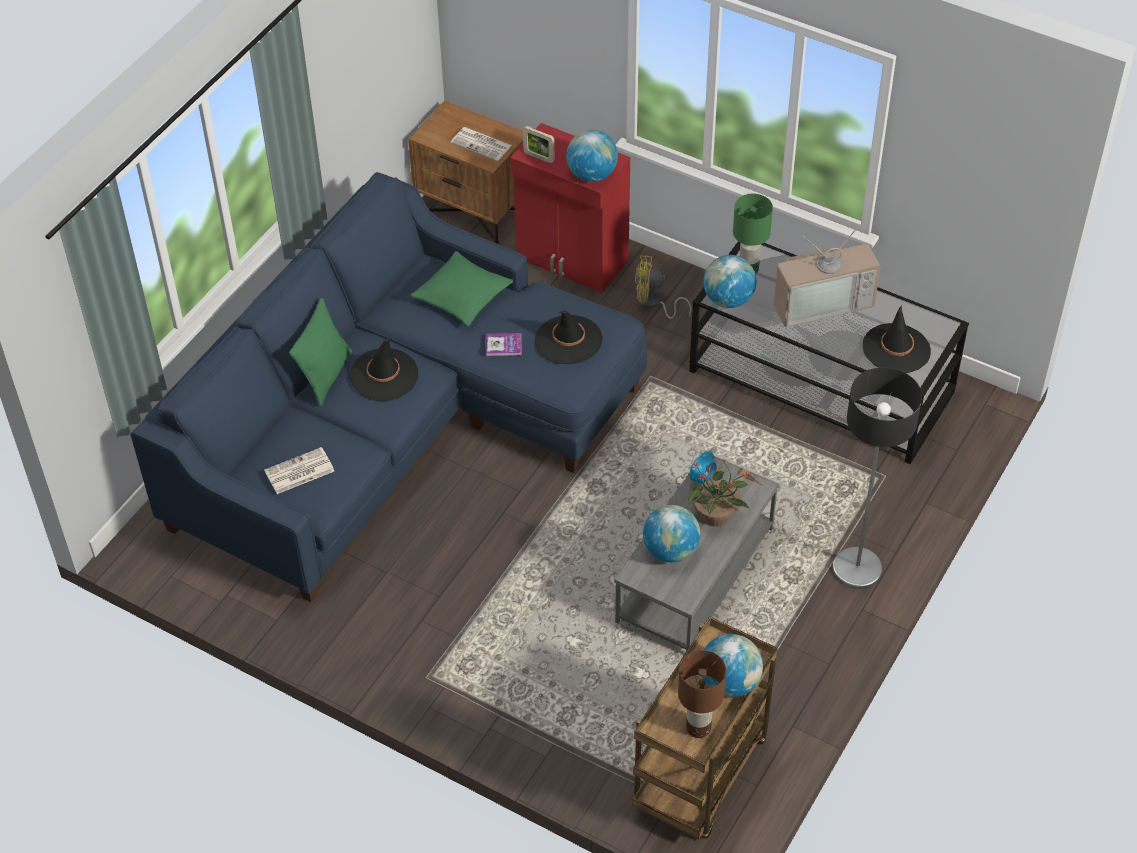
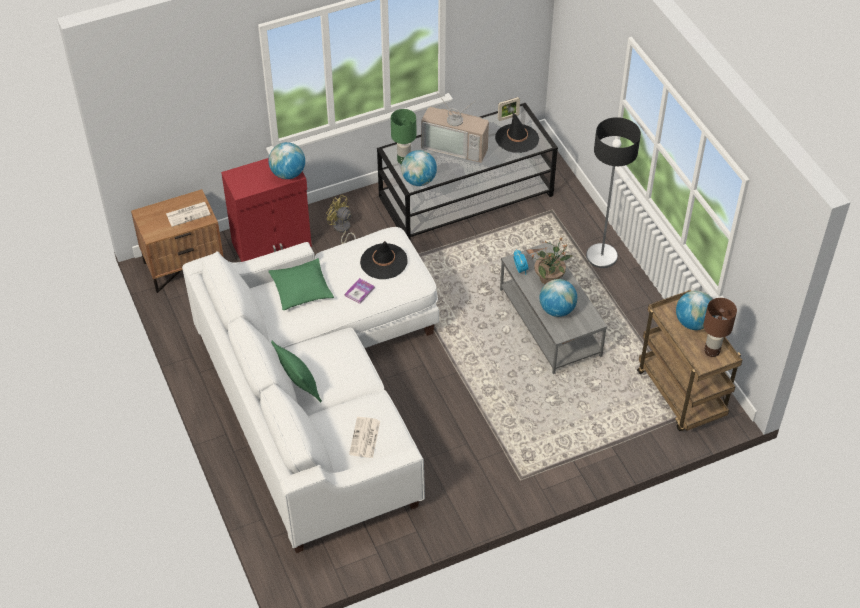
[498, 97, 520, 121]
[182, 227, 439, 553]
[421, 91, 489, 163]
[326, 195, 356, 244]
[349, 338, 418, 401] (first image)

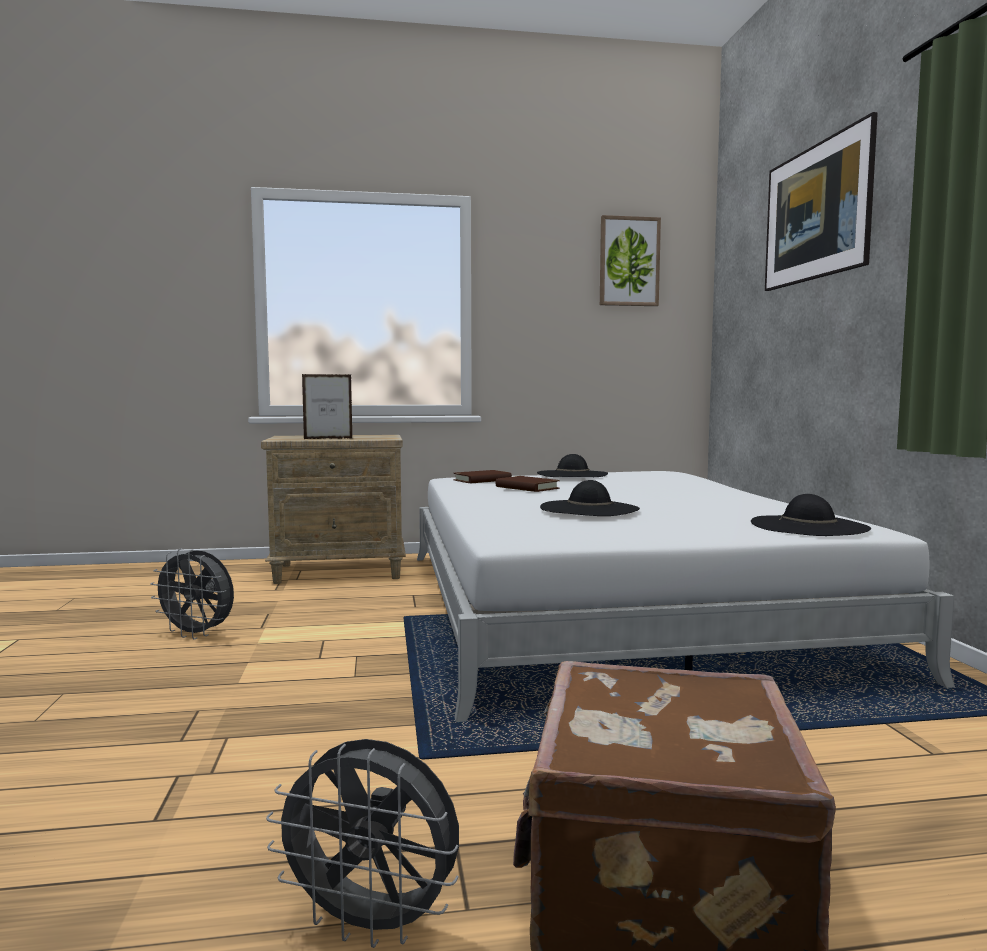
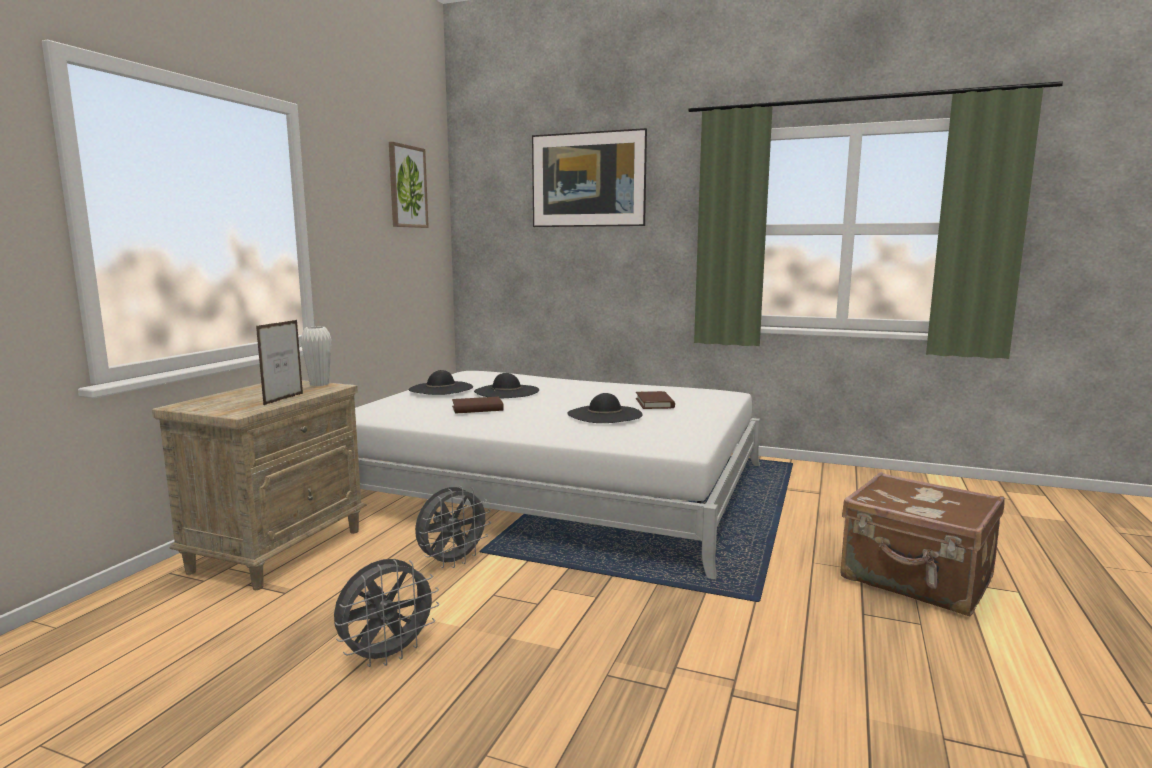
[636, 391, 675, 409]
[474, 373, 539, 398]
[415, 486, 491, 568]
[301, 327, 332, 386]

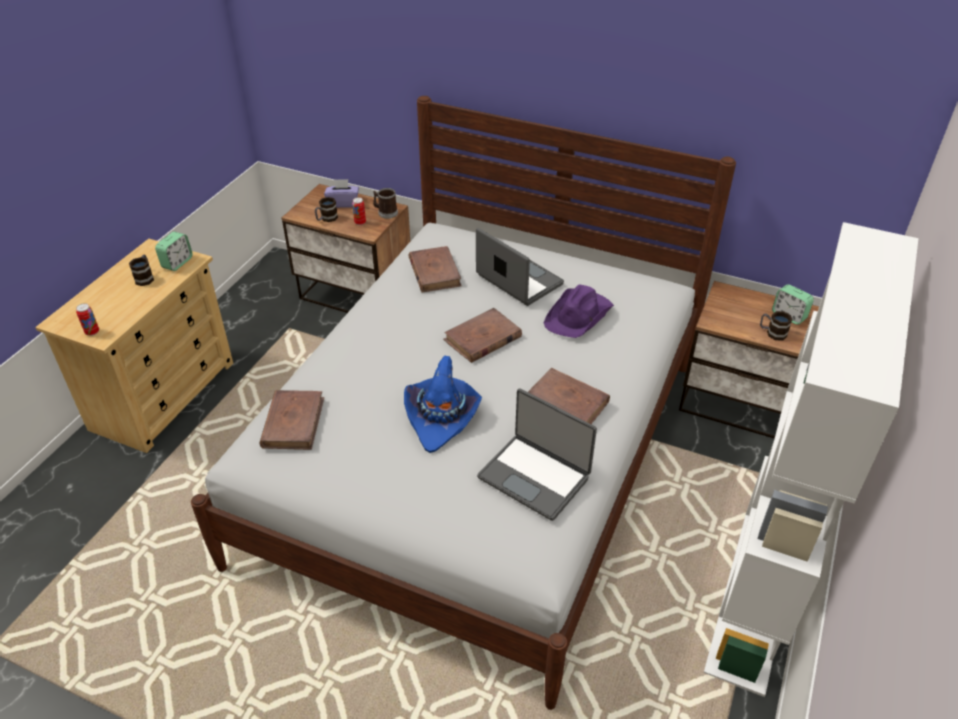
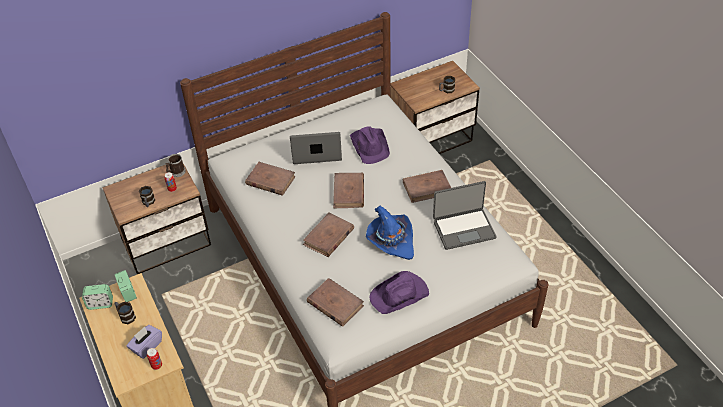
[126, 325, 162, 359]
[704, 222, 918, 697] (first image)
[82, 284, 113, 310]
[303, 213, 354, 257]
[369, 271, 429, 314]

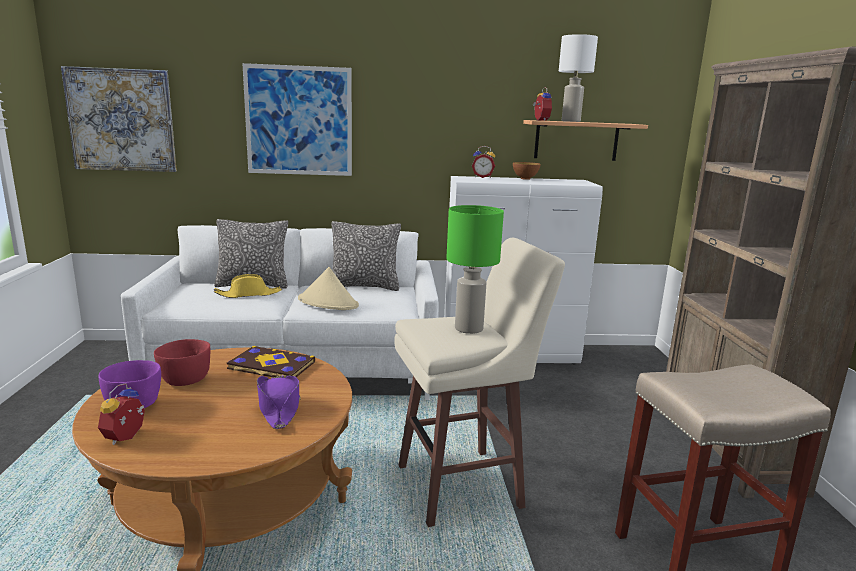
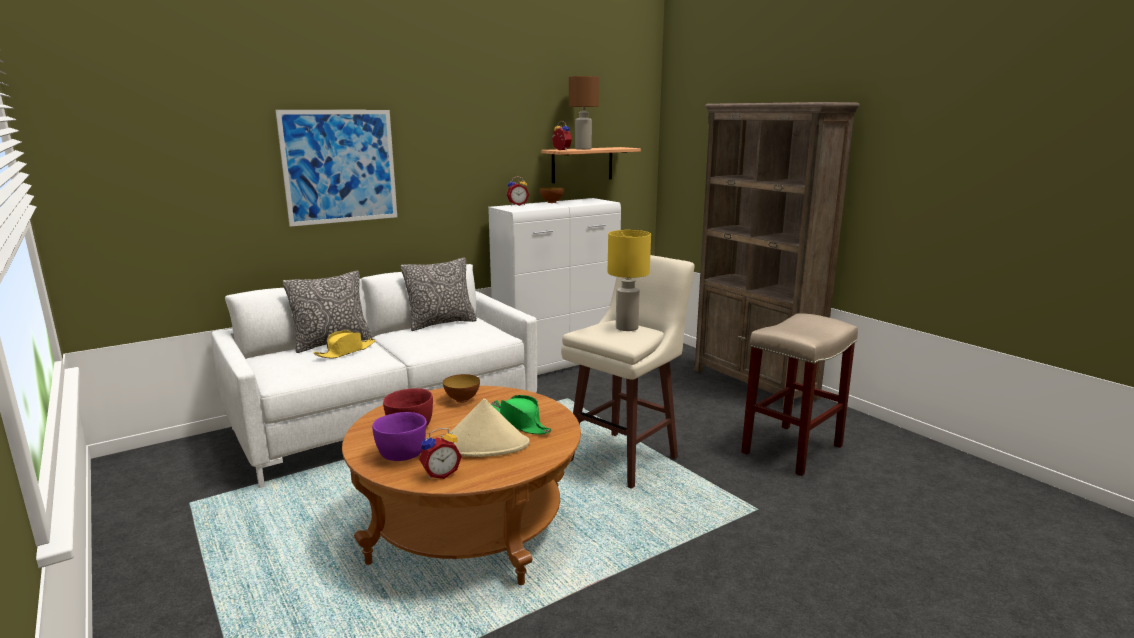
[569, 76, 599, 150]
[61, 66, 177, 172] (first image)
[608, 230, 651, 331]
[450, 398, 530, 457]
[443, 374, 480, 403]
[491, 395, 552, 434]
[419, 428, 462, 479]

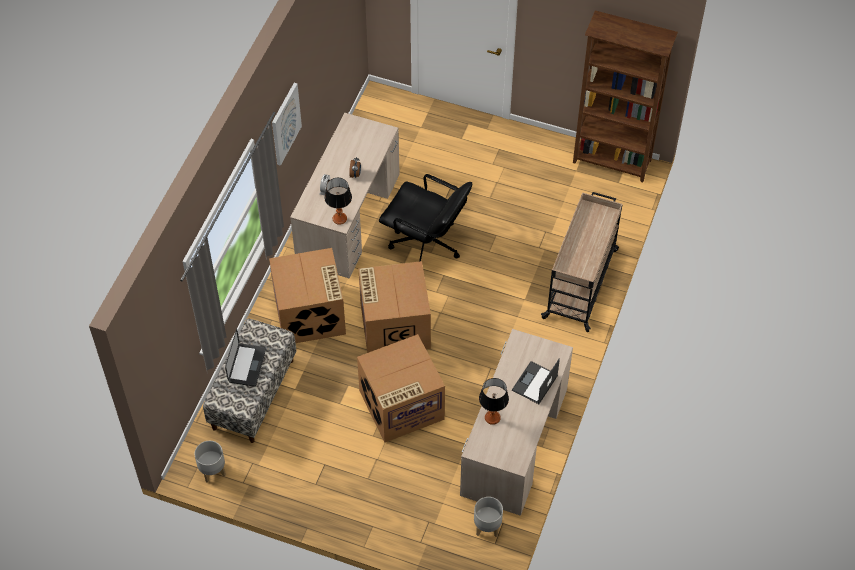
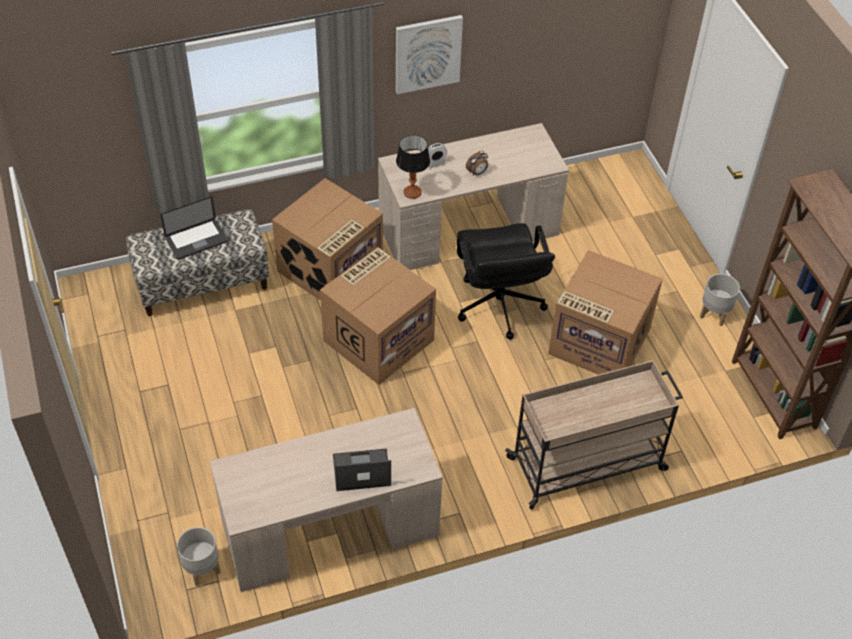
[548, 250, 663, 375]
[479, 378, 509, 425] (first image)
[700, 274, 740, 326]

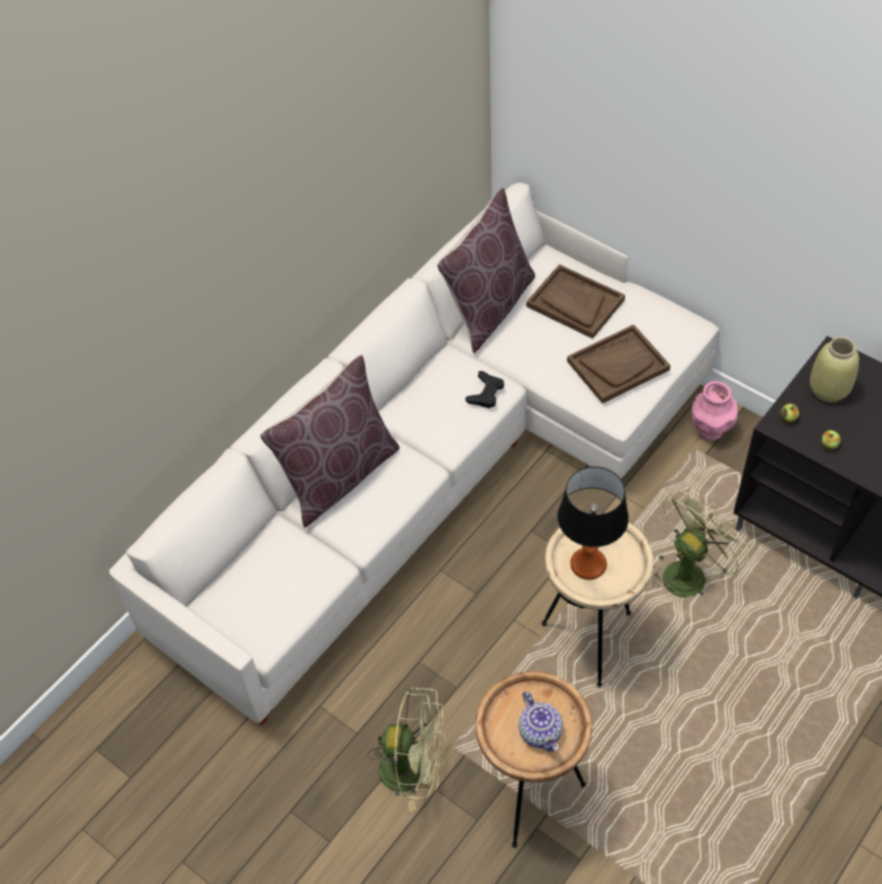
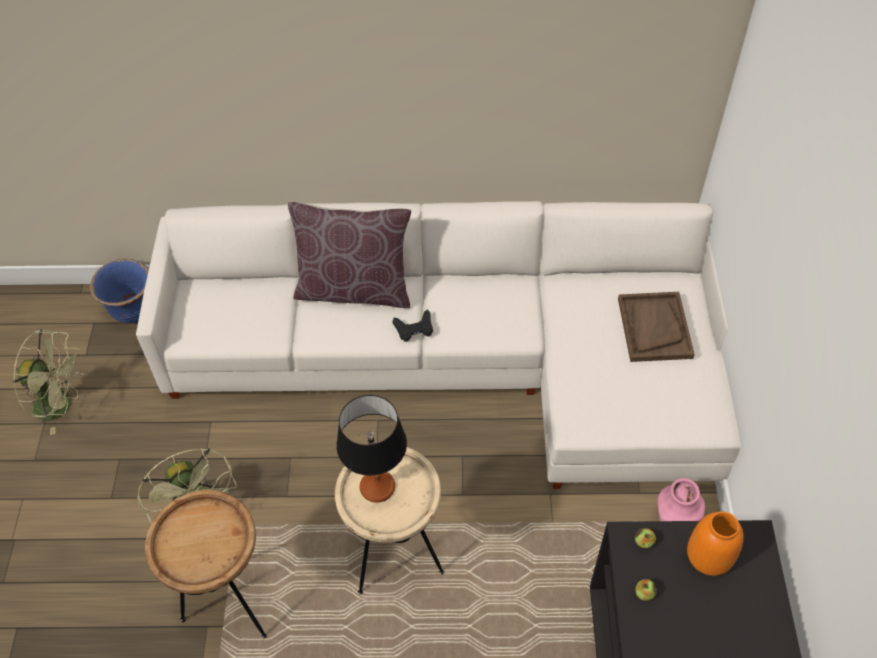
[437, 188, 535, 353] (first image)
[567, 324, 670, 404] (first image)
[687, 512, 744, 576]
[392, 309, 433, 342]
[13, 329, 83, 435]
[518, 691, 563, 752] (first image)
[90, 259, 149, 323]

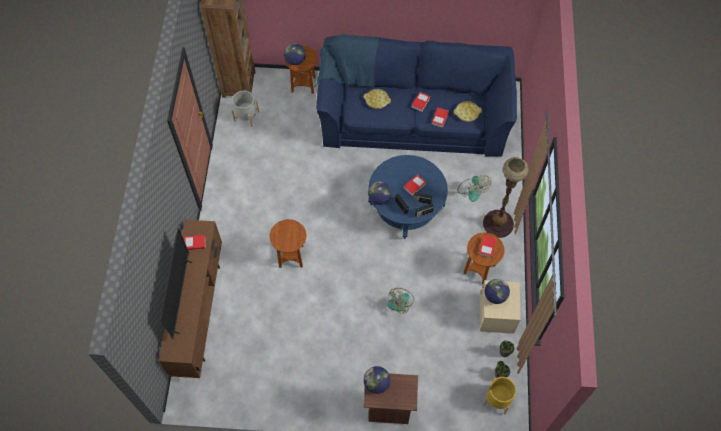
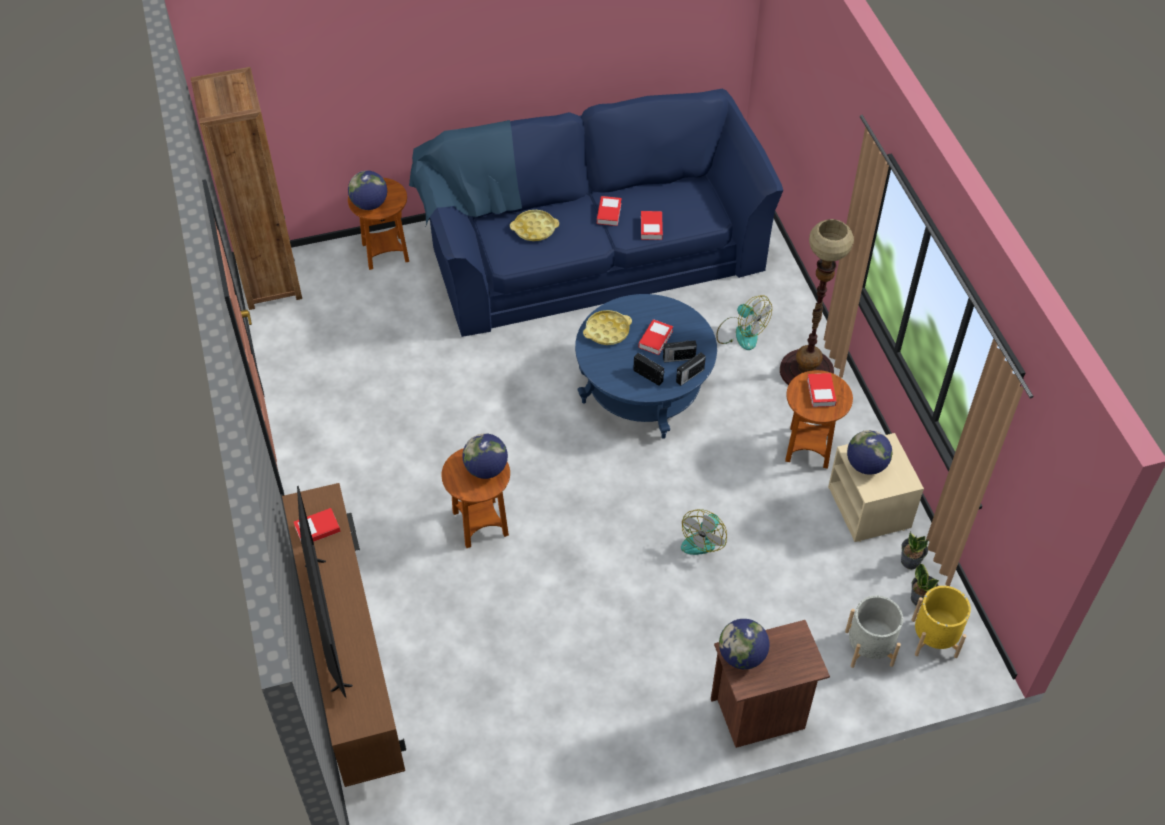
[845, 596, 903, 668]
[583, 310, 632, 345]
[462, 433, 508, 479]

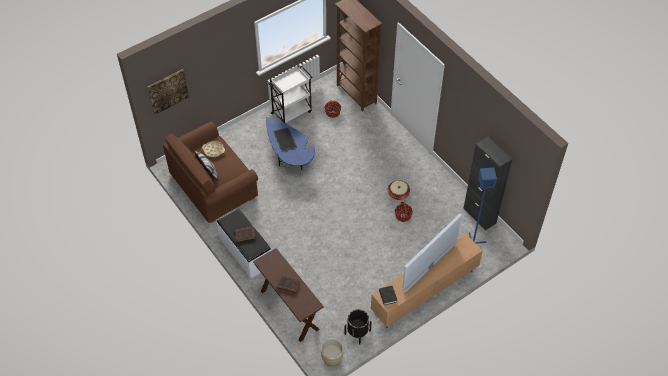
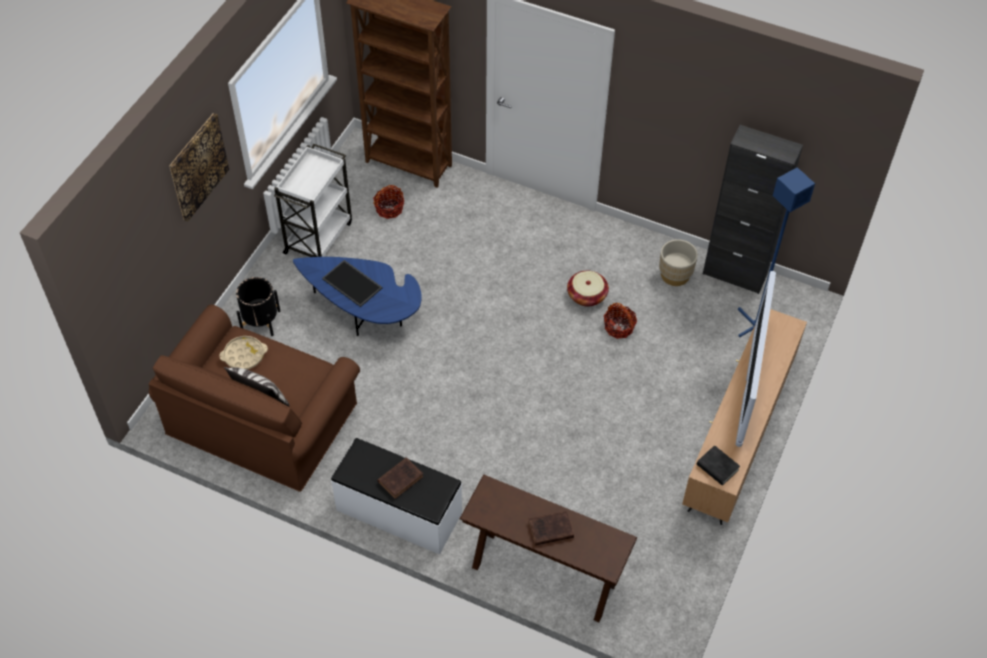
[169, 113, 229, 222]
[236, 277, 280, 336]
[659, 239, 698, 286]

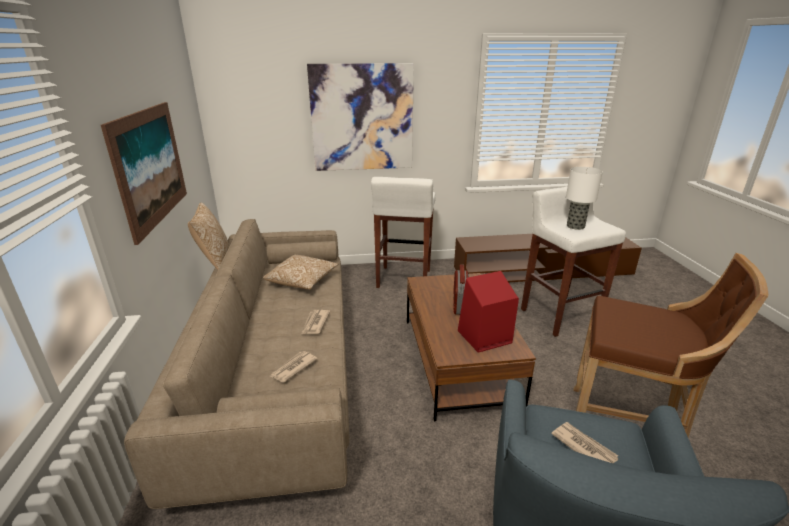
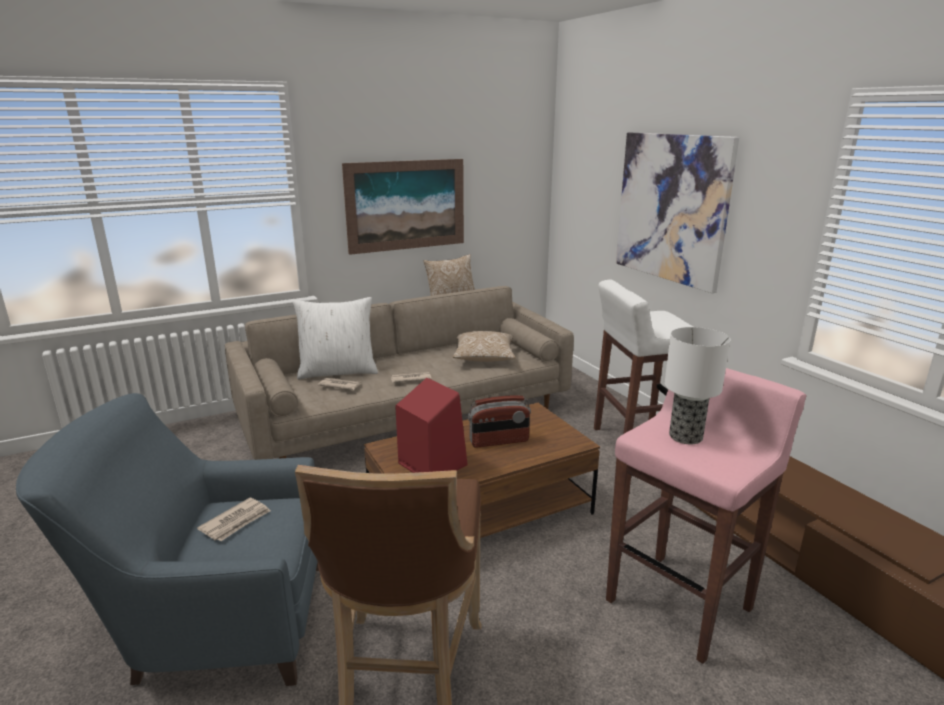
[606, 368, 806, 664]
[293, 297, 378, 379]

